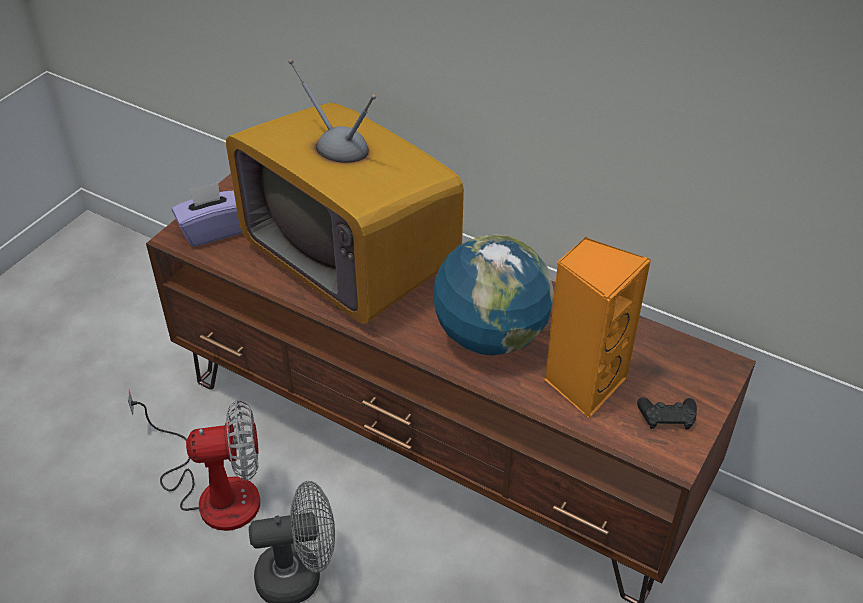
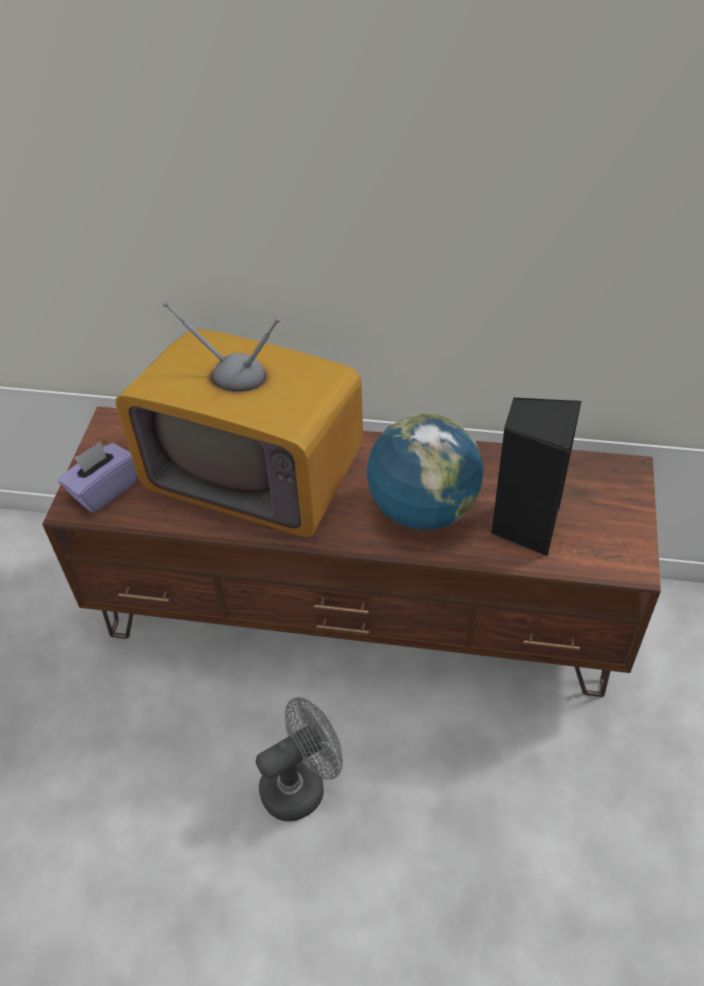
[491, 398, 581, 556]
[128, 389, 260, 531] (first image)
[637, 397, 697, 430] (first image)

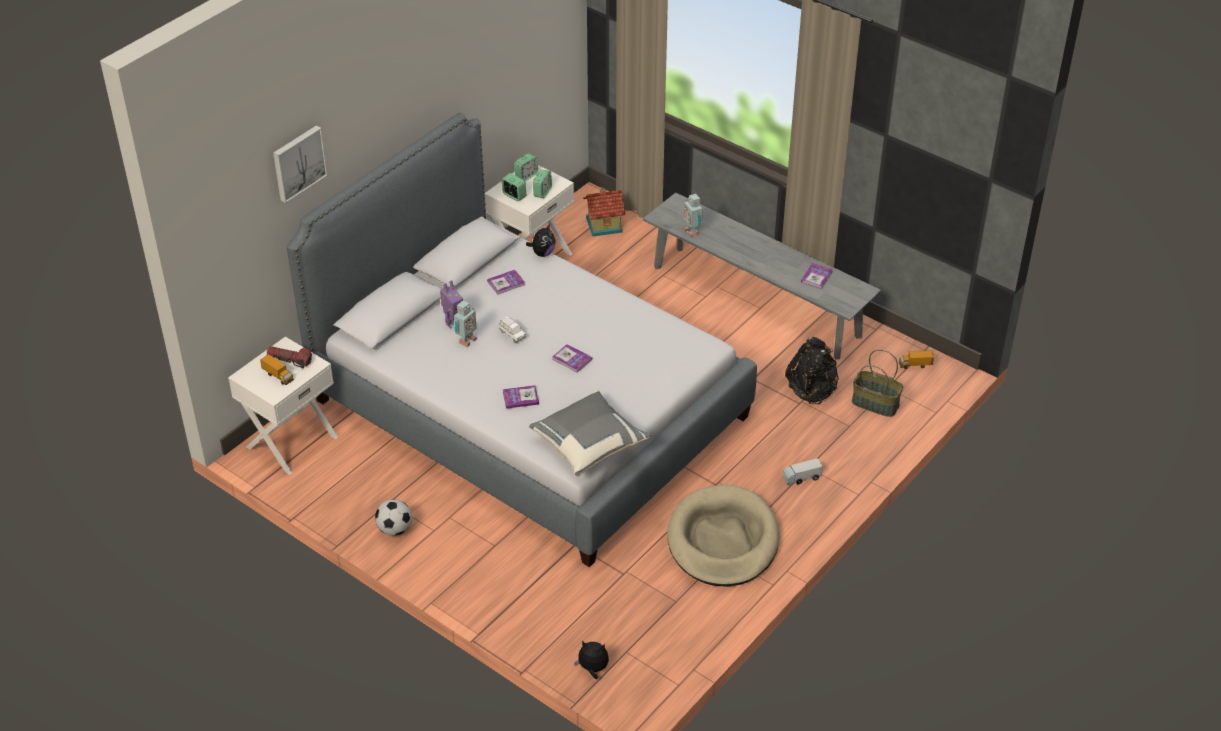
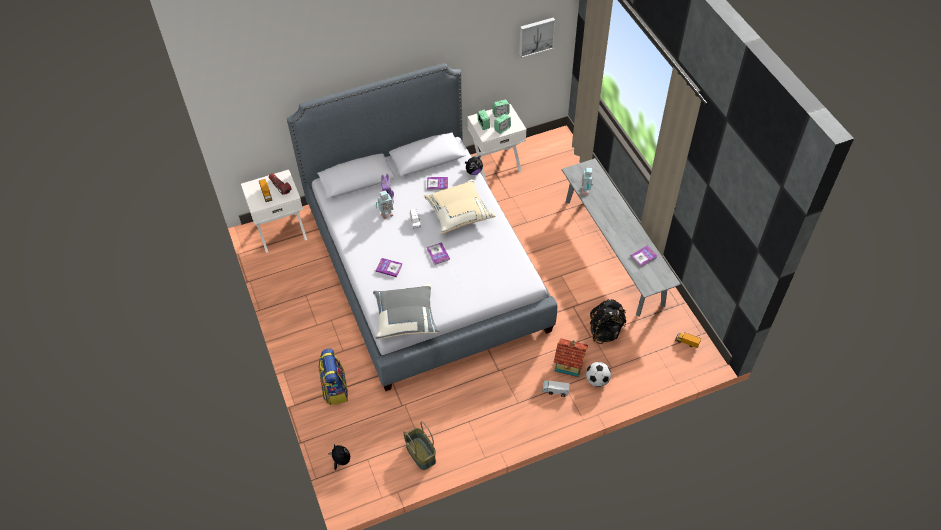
[519, 17, 555, 58]
[553, 338, 588, 377]
[403, 421, 436, 470]
[667, 485, 780, 587] (first image)
[586, 362, 611, 387]
[424, 179, 496, 234]
[319, 348, 348, 405]

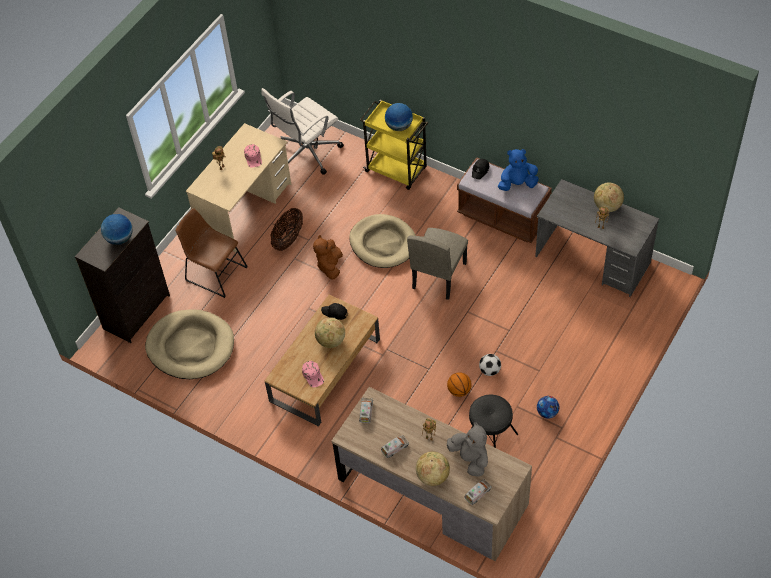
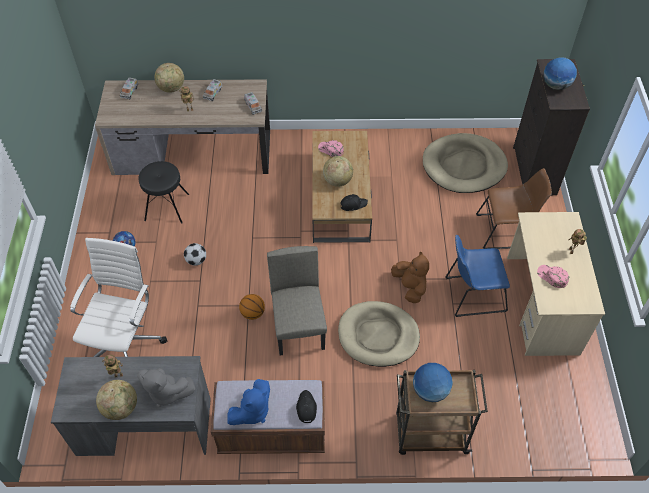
[70, 238, 167, 357]
[396, 370, 488, 455]
[445, 235, 510, 317]
[239, 294, 265, 320]
[137, 368, 196, 407]

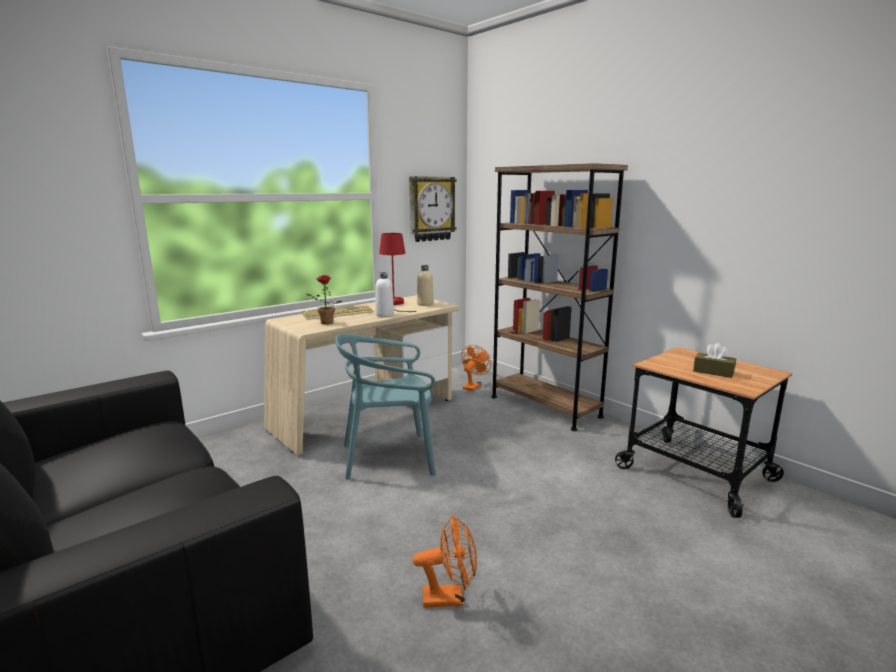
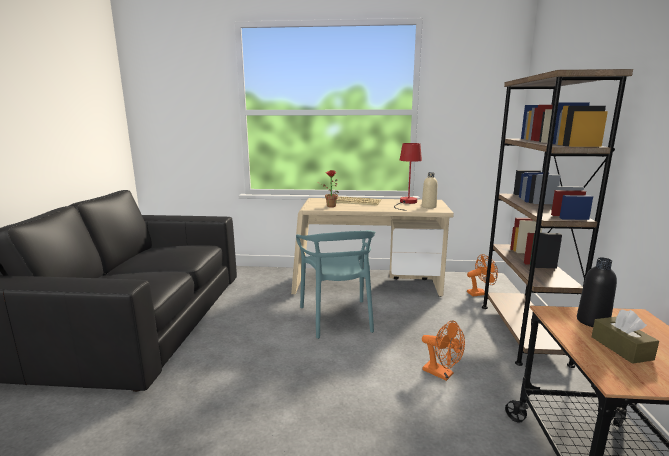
[409, 176, 457, 242] (first image)
[375, 272, 394, 317] (first image)
[296, 230, 375, 339]
[422, 320, 465, 381]
[577, 257, 617, 327]

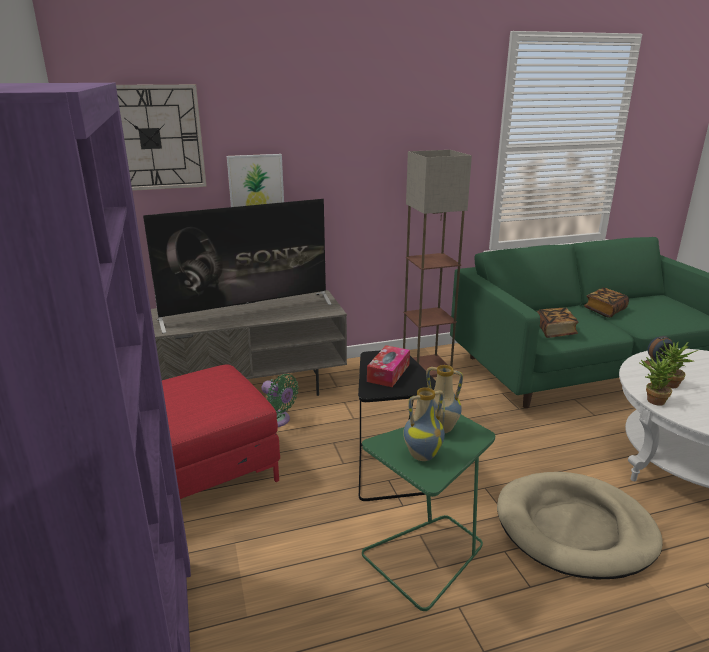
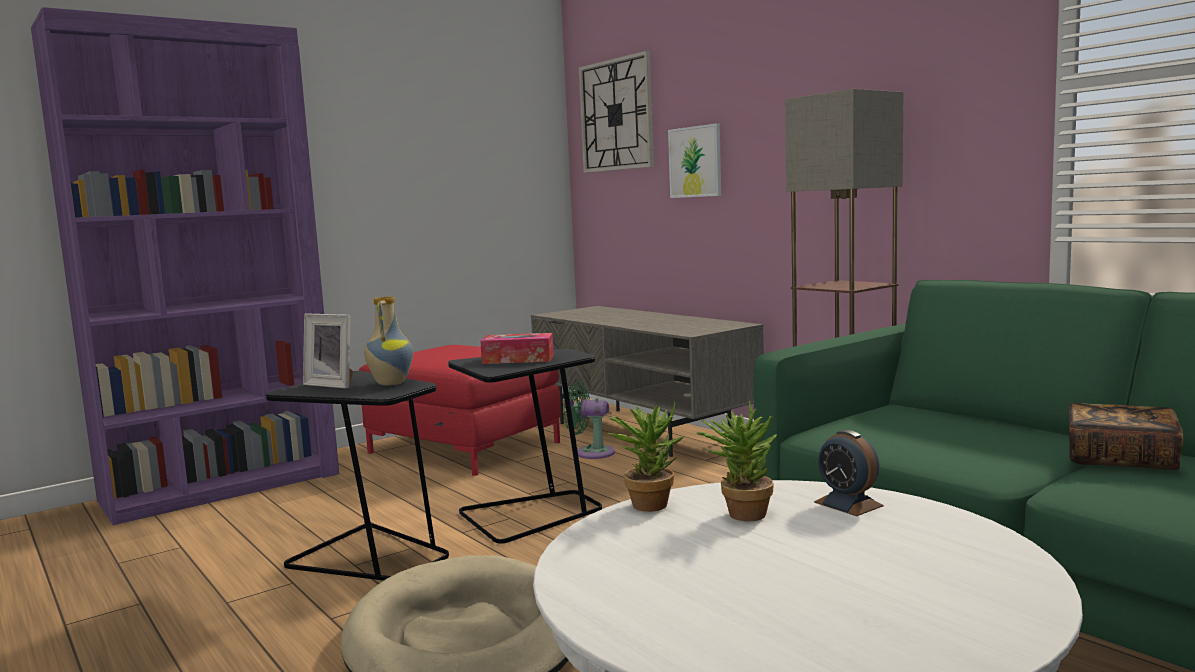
[143, 199, 332, 334] (first image)
[537, 308, 578, 338] (first image)
[564, 383, 615, 459]
[303, 313, 353, 389]
[265, 371, 449, 581]

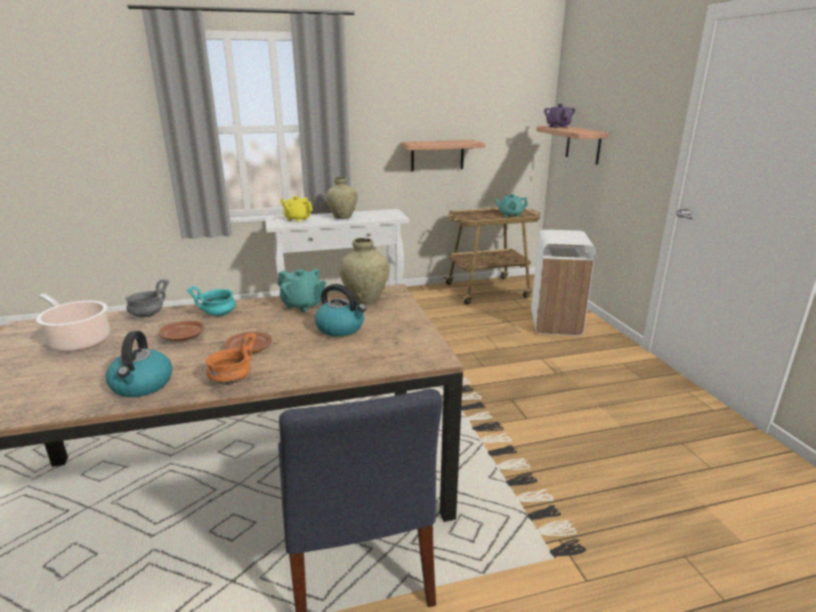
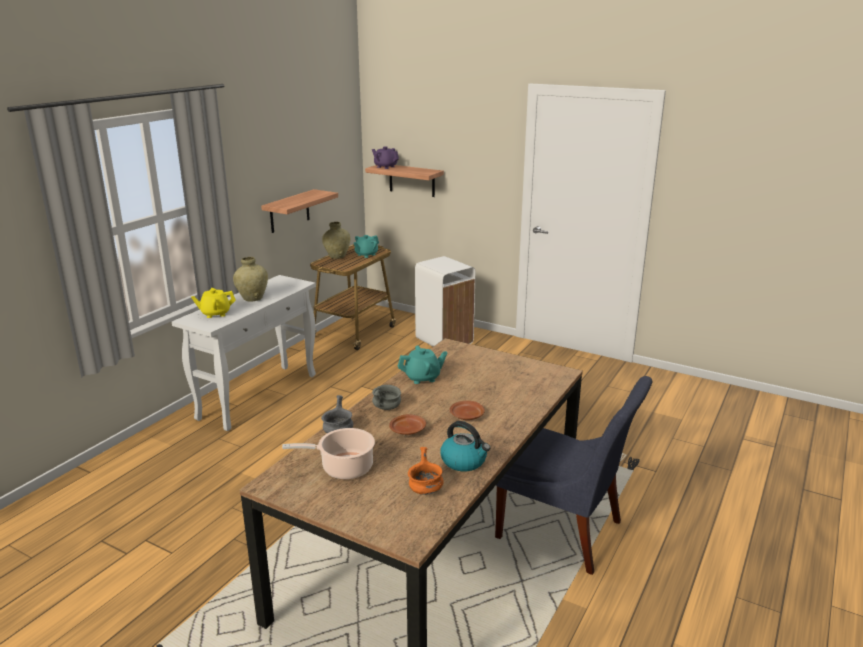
[322, 222, 350, 259]
[315, 284, 366, 337] (first image)
[372, 385, 401, 410]
[408, 447, 444, 495]

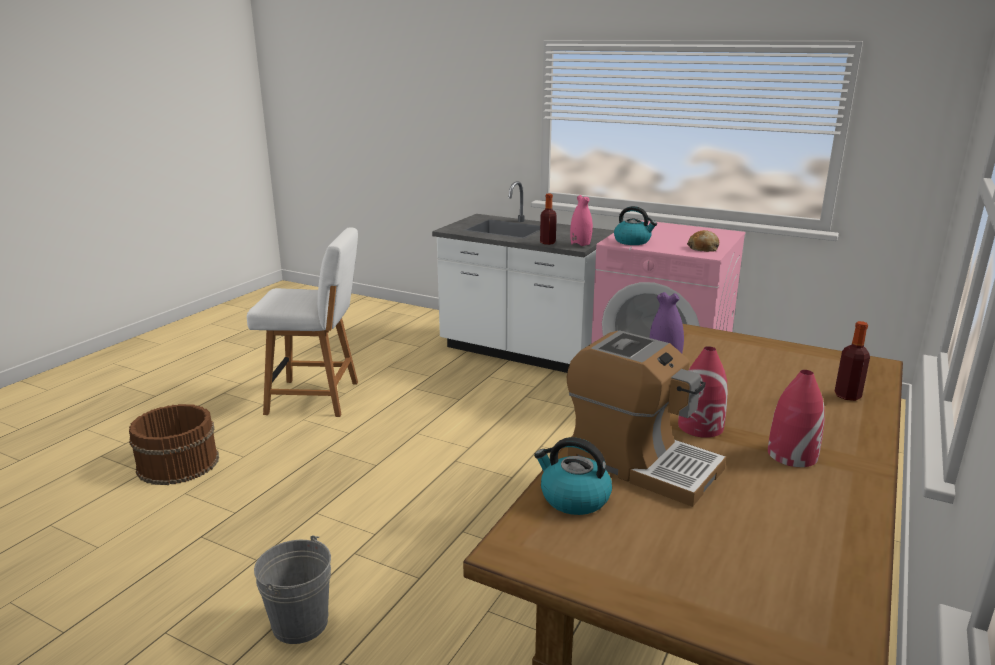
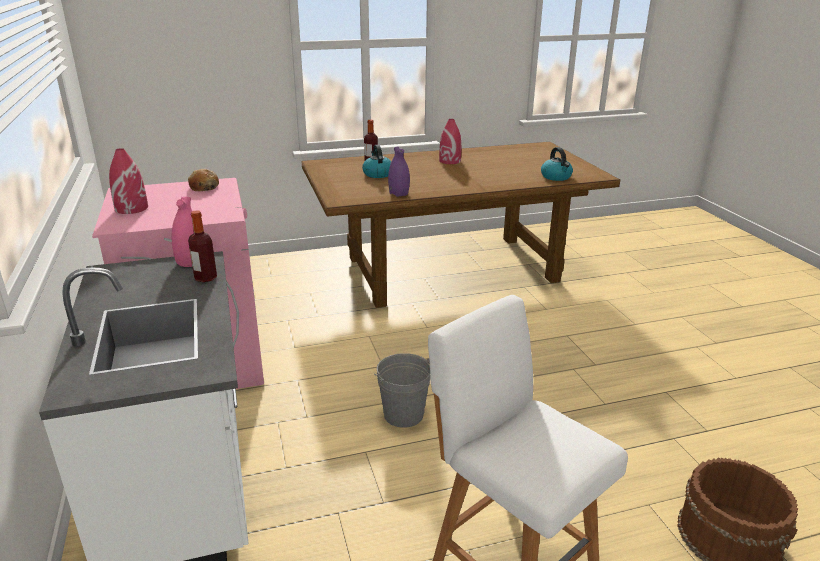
[362, 145, 391, 178]
[567, 330, 726, 507] (first image)
[109, 148, 148, 214]
[374, 353, 430, 428]

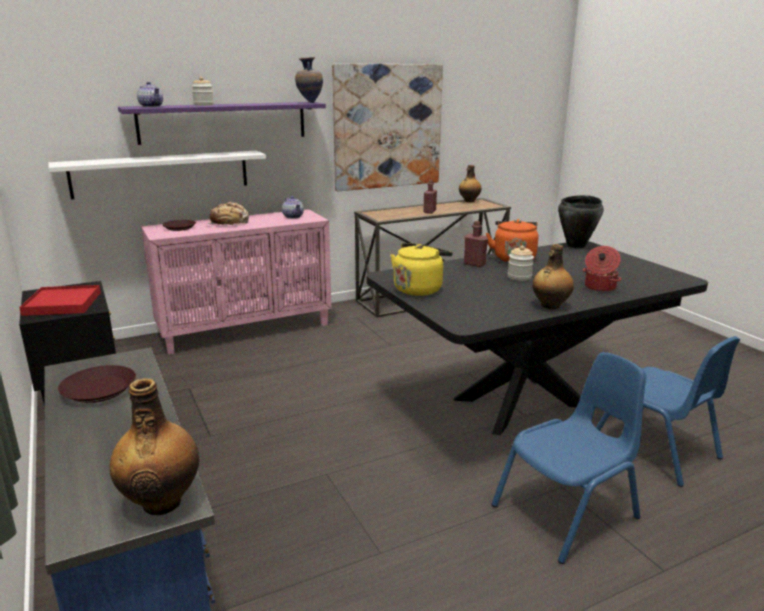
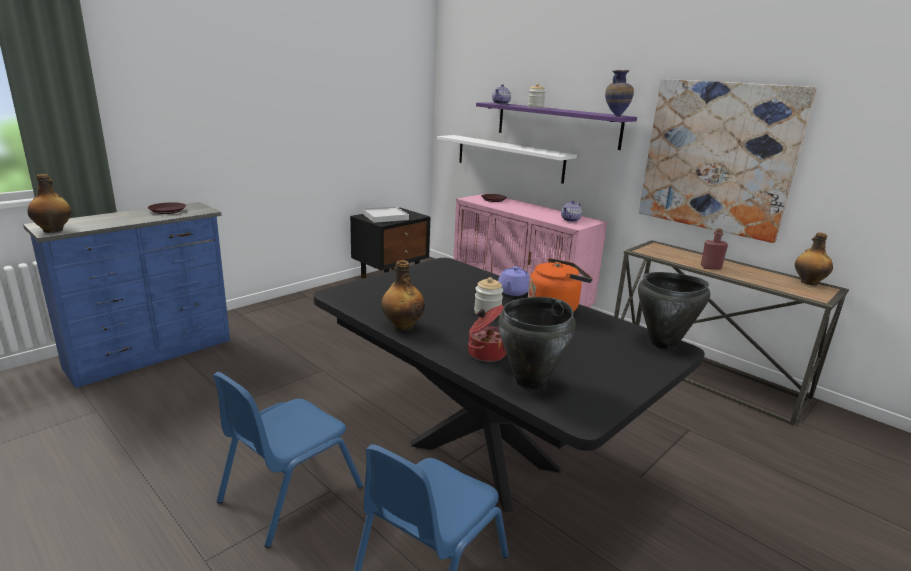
[206, 202, 249, 226] (first image)
[498, 266, 530, 296]
[391, 243, 453, 296] (first image)
[362, 206, 409, 223]
[213, 372, 363, 548]
[498, 297, 576, 390]

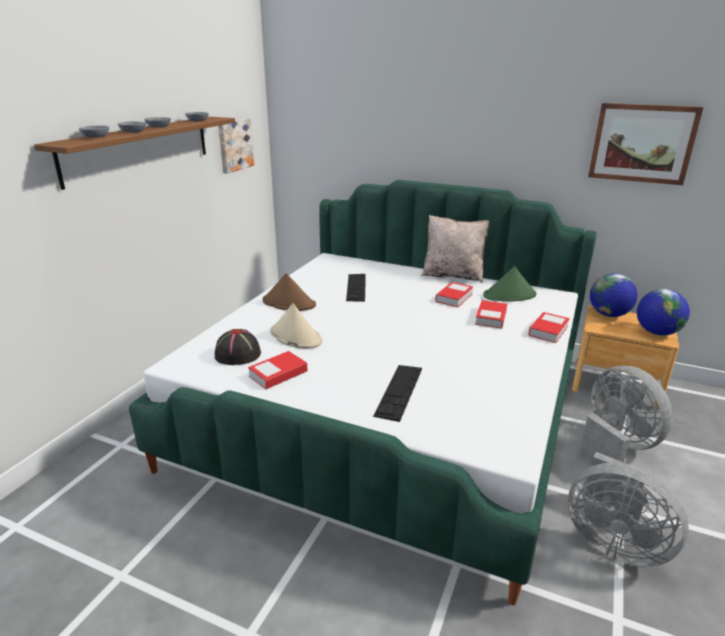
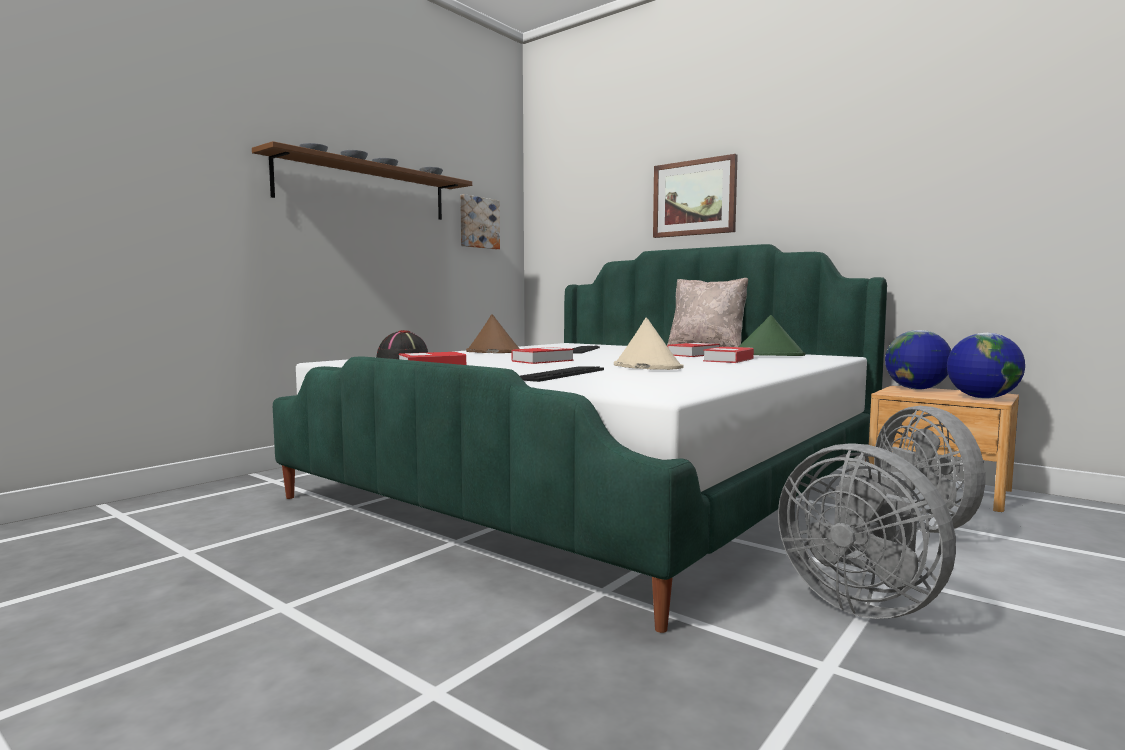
[653, 154, 738, 238]
[614, 318, 683, 370]
[511, 347, 574, 364]

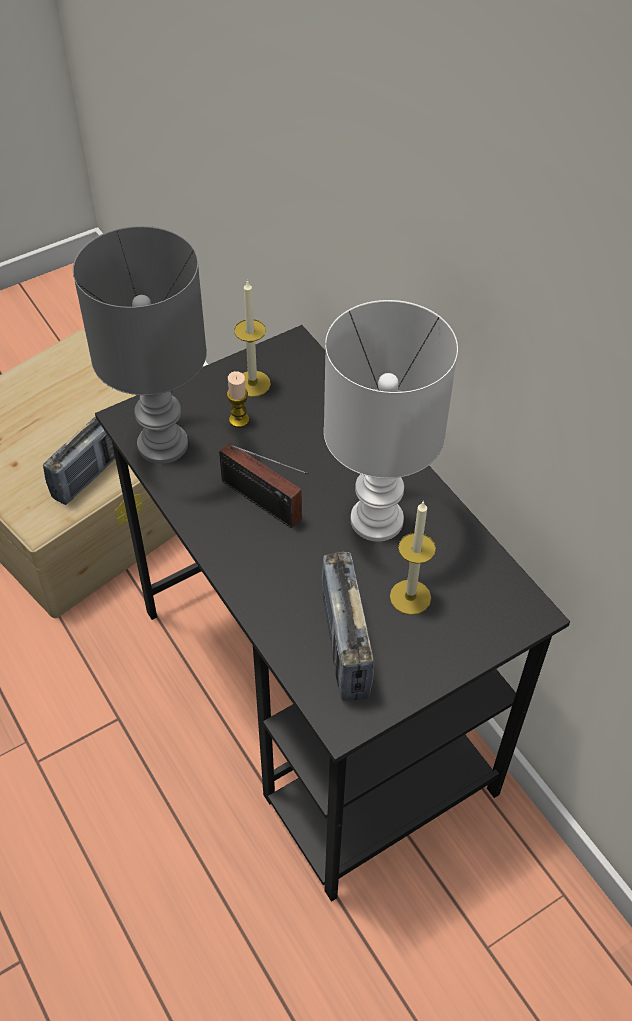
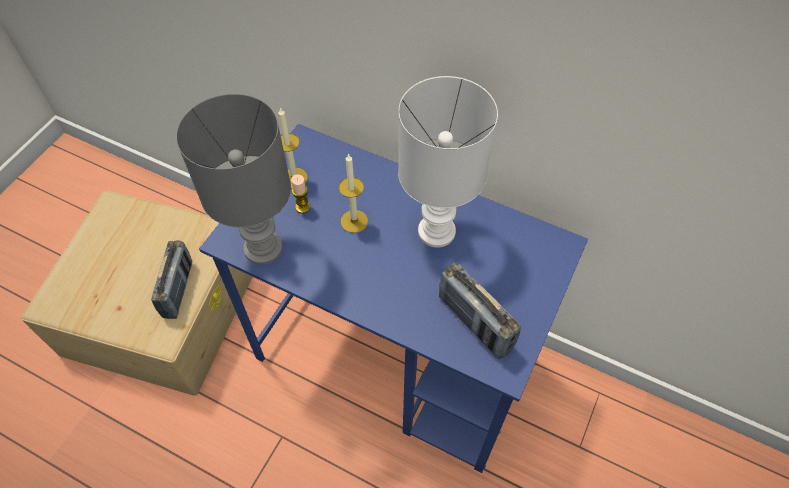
[199, 124, 588, 473]
[219, 443, 308, 528] (first image)
[339, 153, 368, 233]

